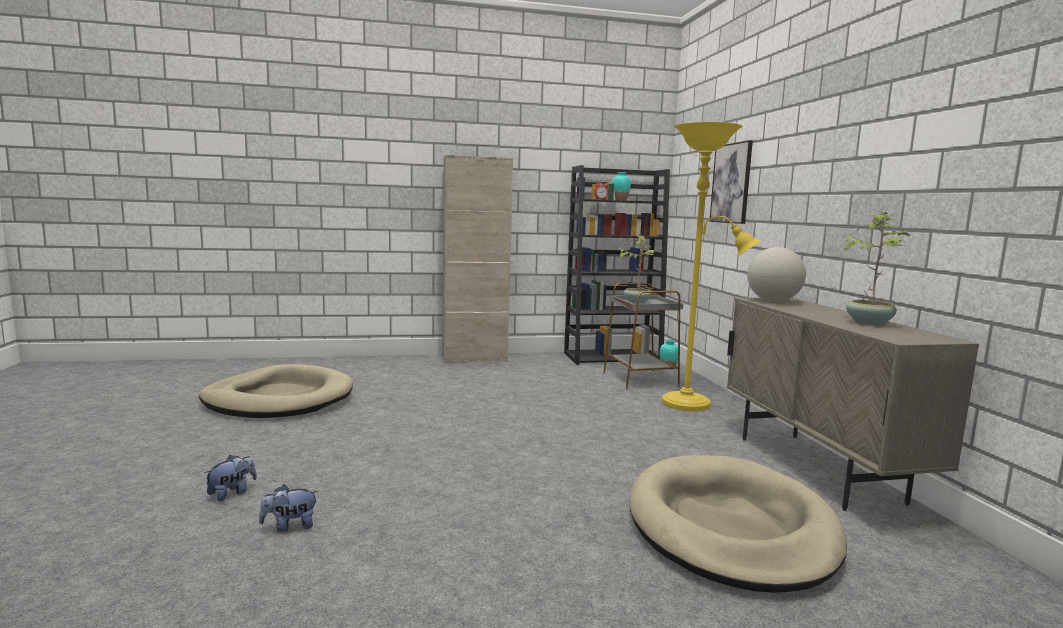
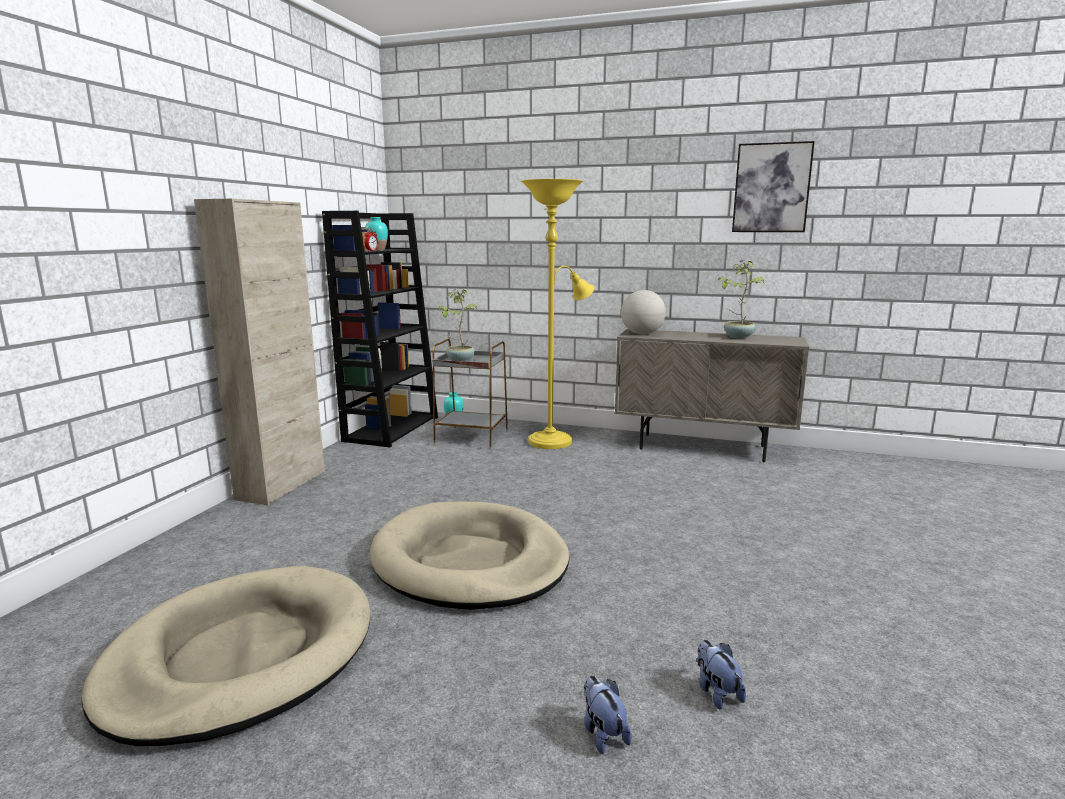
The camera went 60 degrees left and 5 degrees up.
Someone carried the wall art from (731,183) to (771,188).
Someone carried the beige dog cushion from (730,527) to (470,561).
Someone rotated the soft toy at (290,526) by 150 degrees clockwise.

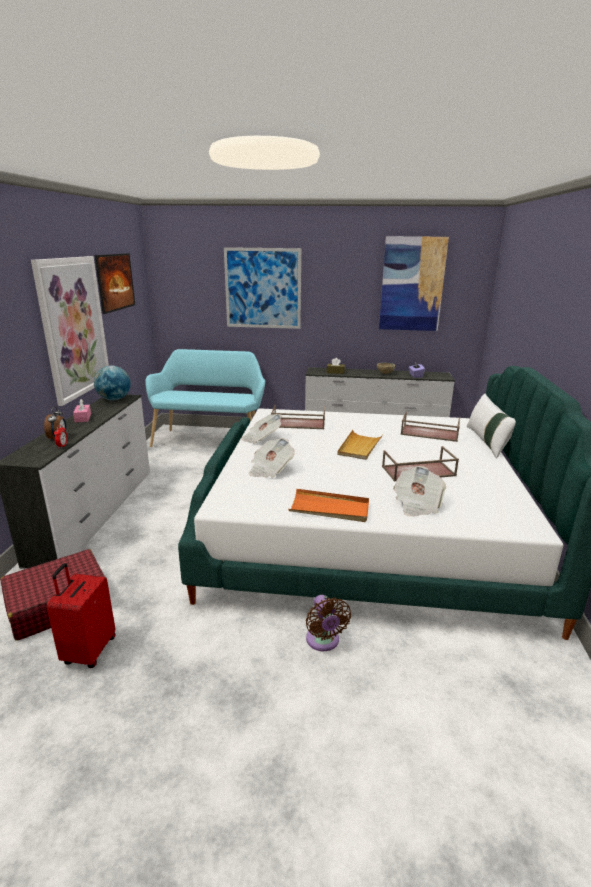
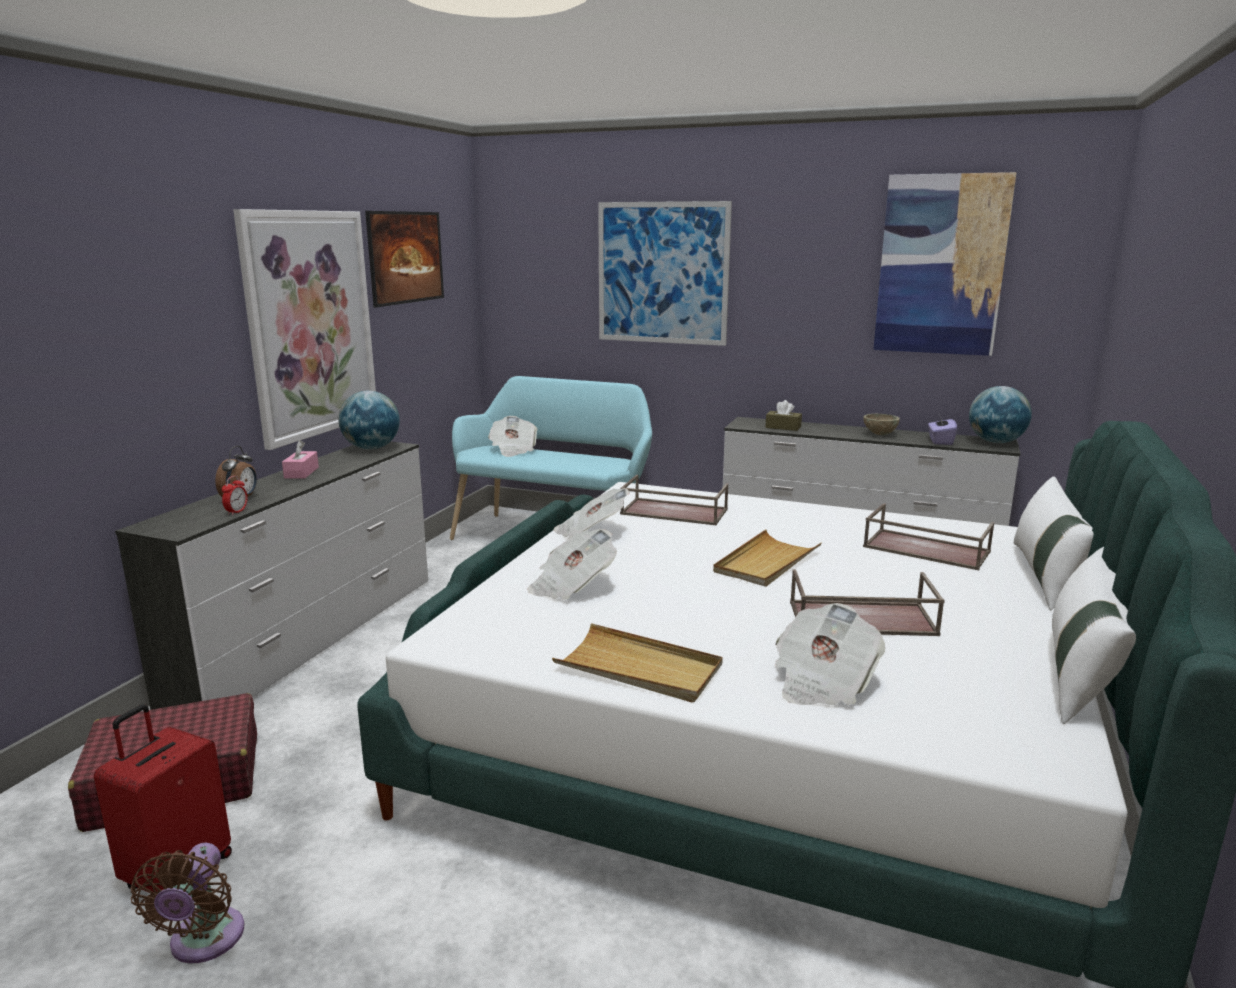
The camera went 15 degrees right and 5 degrees down.
Someone repainted the orangey carrying tray at (329,508), which became the beige carrying tray at (639,668).
Someone carried the brownish fan from (323,641) to (203,942).
Someone put down the world globe at (996,442).
Someone put down the daily paper at (513,450).
Someone put down the white-coloured cushion at (1079,674).

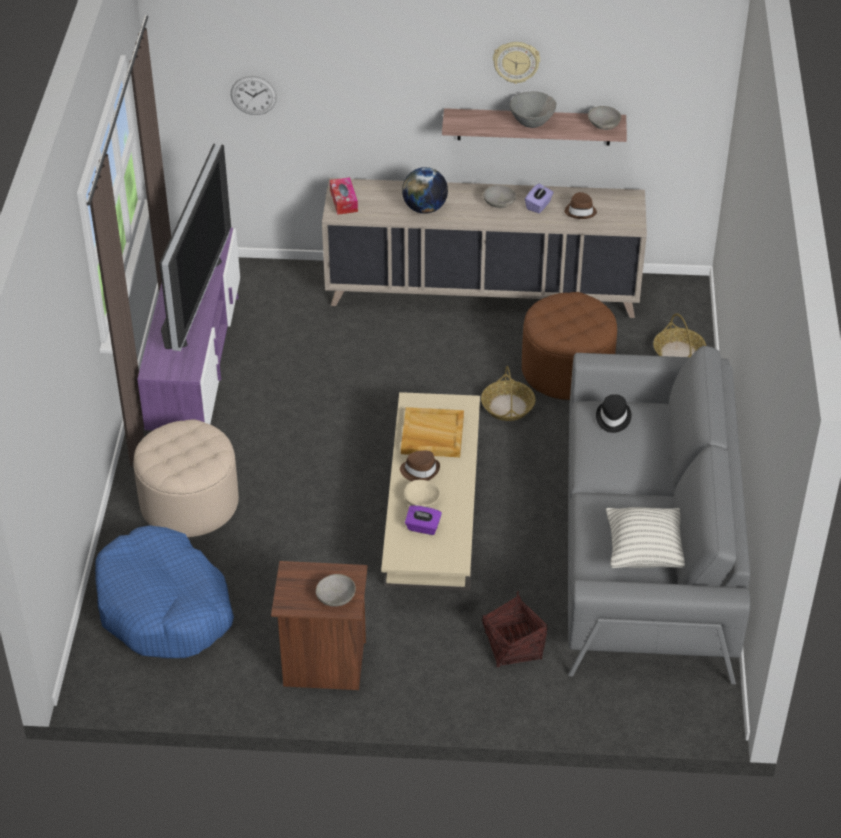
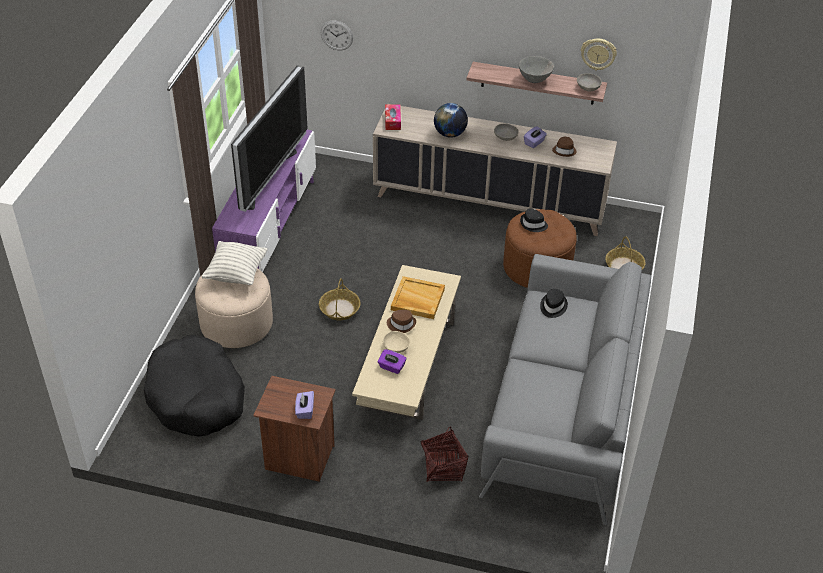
The camera went 10 degrees right and 0 degrees up.
Someone carried the hanging clock from (516,61) to (598,53).
Someone carried the basket from (507,406) to (339,309).
Someone carried the cushion from (644,552) to (236,274).
Someone repainted the bluish dog cushion at (164,608), which became the black dog cushion at (196,397).
Someone swapped the grey bowl at (336,598) for the purplish tissue box at (305,410).
Someone put down the black hat at (533,224).

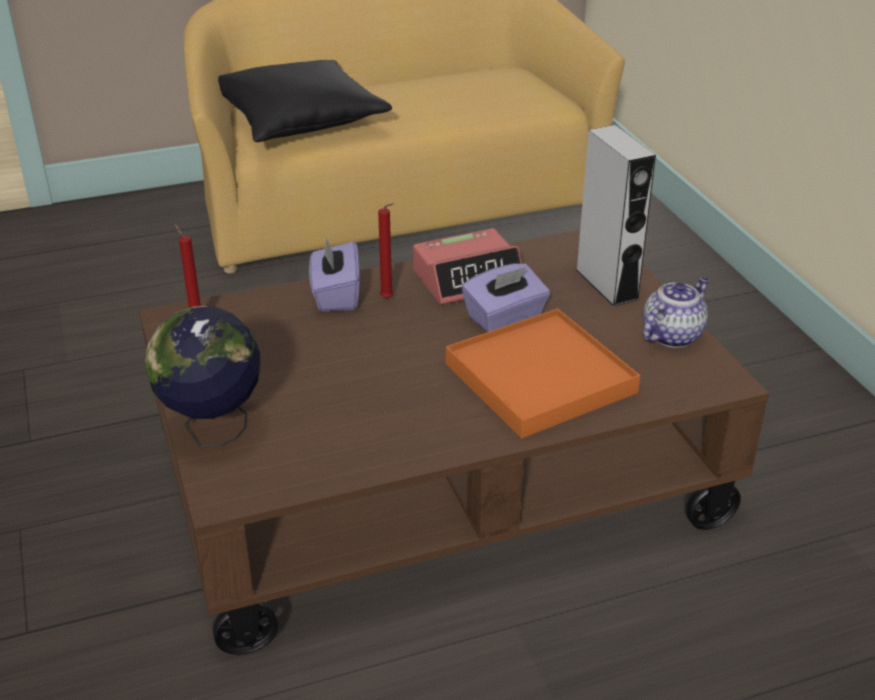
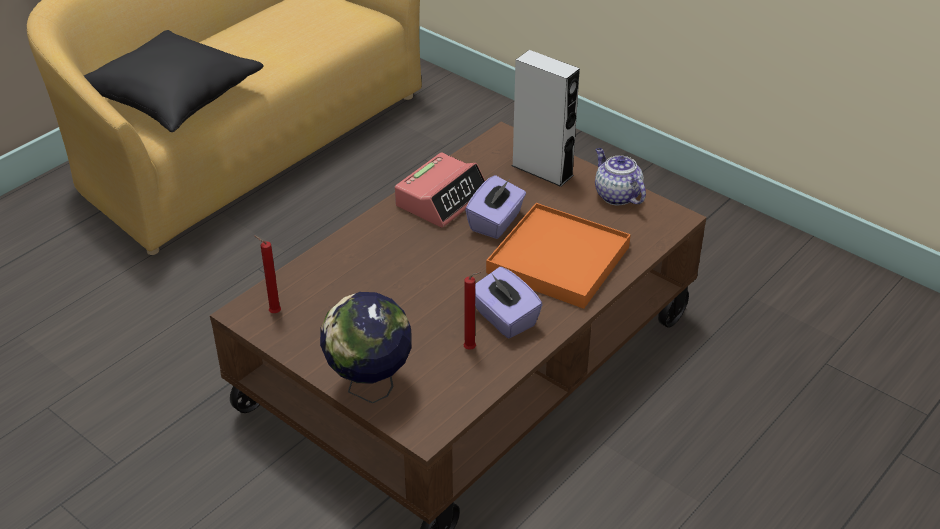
The camera went 30 degrees left and 5 degrees up.
Someone carried the red-coloured wax candle from (388,299) to (471,349).
Someone carried the purplish tissue box from (336,295) to (504,318).
Someone rotated the pot for tea at (672,335) by 45 degrees counterclockwise.

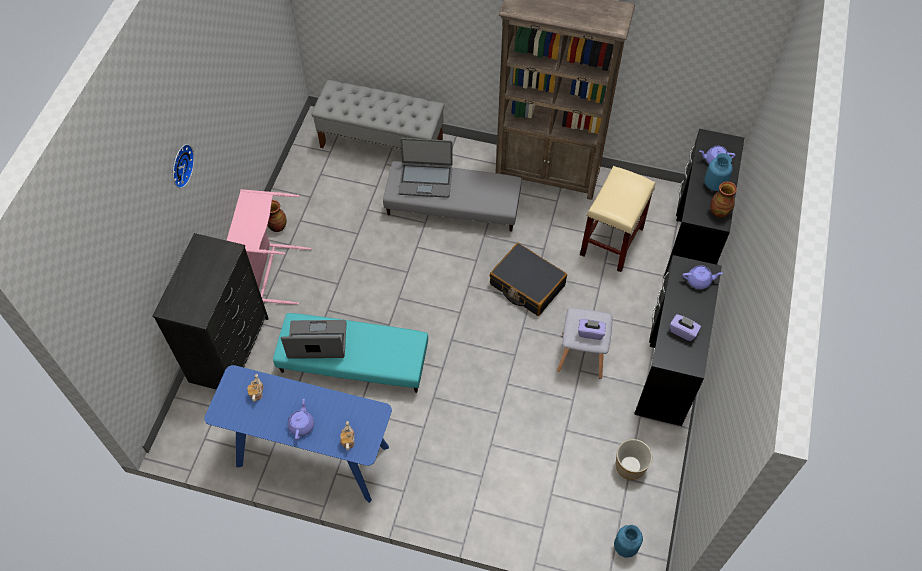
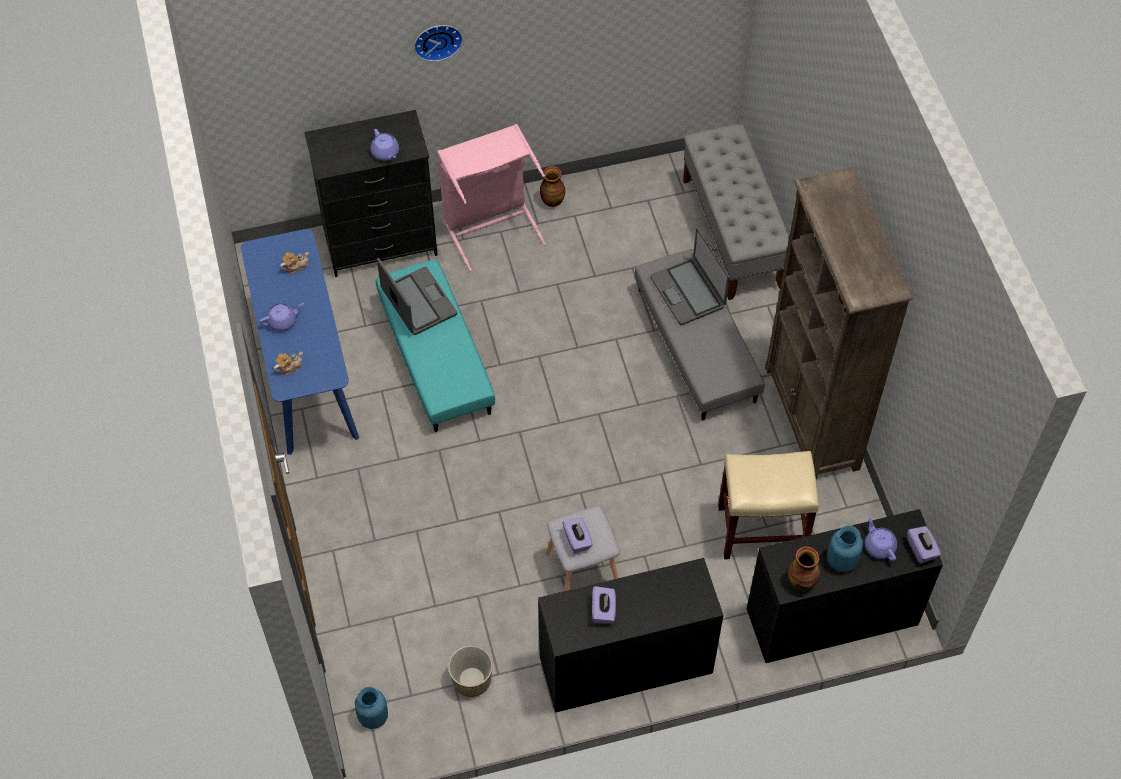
The camera went 60 degrees right and 0 degrees up.
Someone took away the black travel case at (527,285).
Someone carried the purplish pot for tea from (699,281) to (385,153).
Someone put down the purplish tissue box at (921,549).

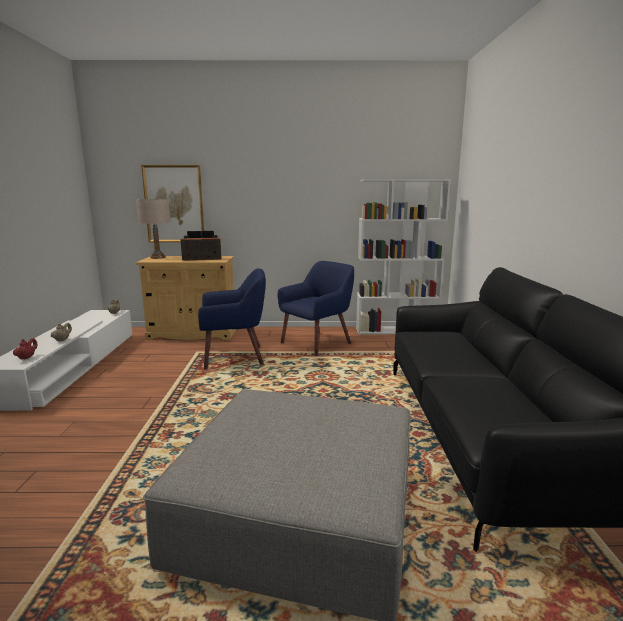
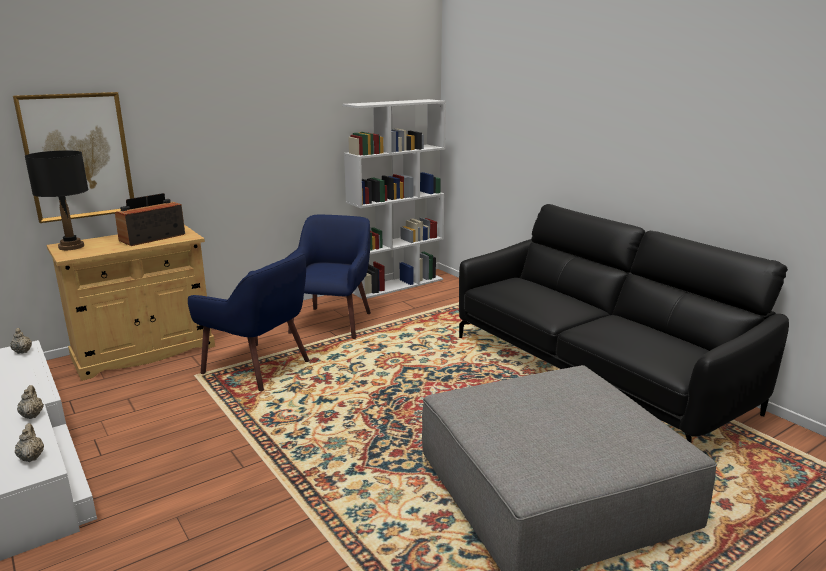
The camera went 35 degrees left and 5 degrees up.
Someone repainted the beige lamp for a table at (158,257), which became the black lamp for a table at (71,247).
Someone rotated the bluish armchair at (235,357) by 75 degrees clockwise.
Someone repainted the red-coloured pot for tea at (26,358), which became the beige pot for tea at (31,457).

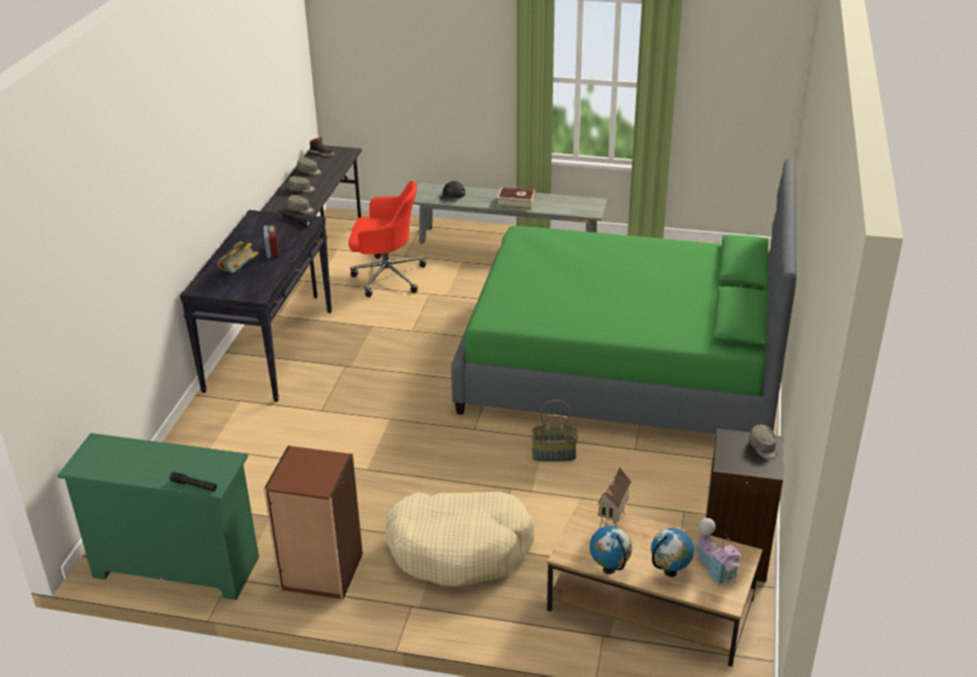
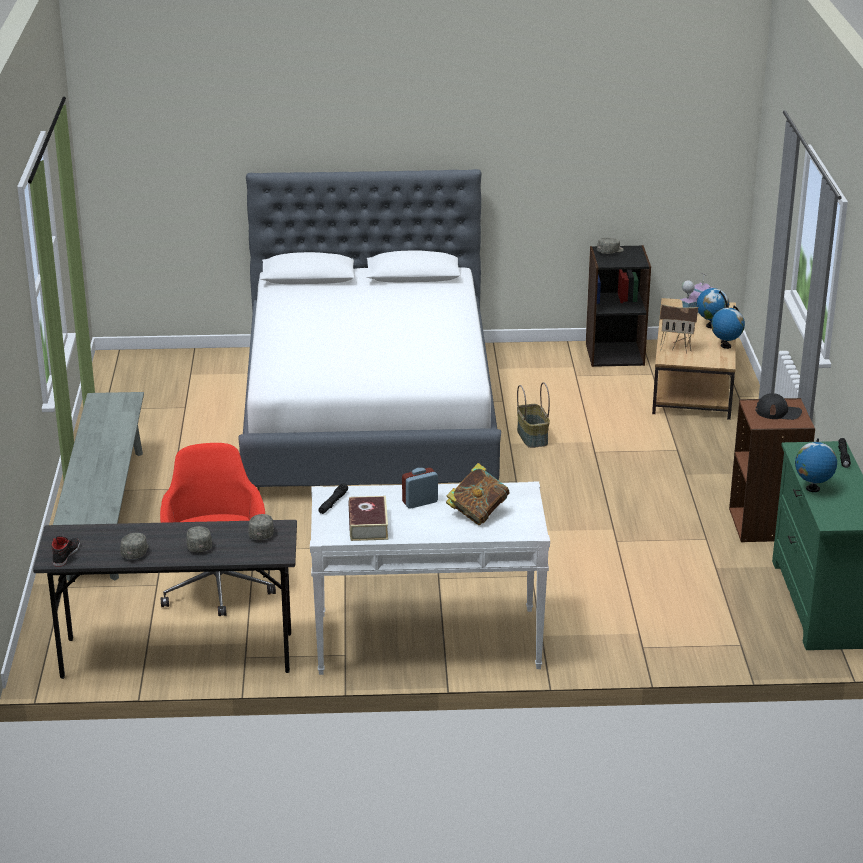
The camera went 105 degrees left and 5 degrees down.
Someone repainted the green-coloured bed at (622,366), which became the white-coloured bed at (369,417).
Someone carried the black peaked cap from (452,196) to (778,412).
Someone carried the volume from (516,203) to (368,525).
Someone repainted the black console table at (269,349), which became the white-coloured console table at (427,641).
Someone took away the beige dog cushion at (460,548).
Someone put down the world globe at (812,489).

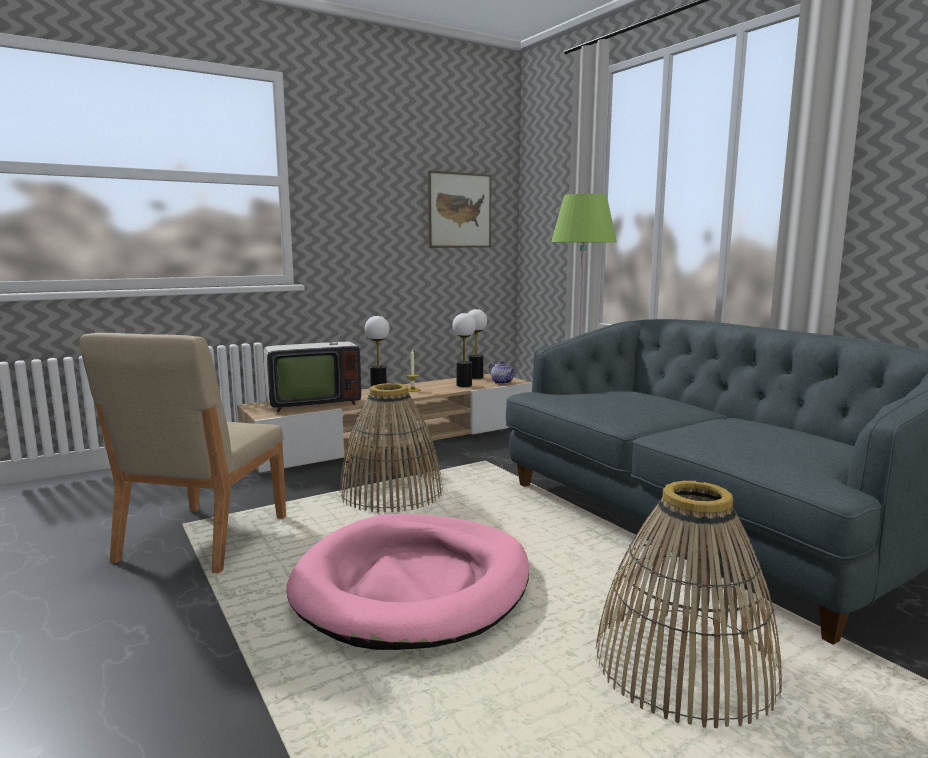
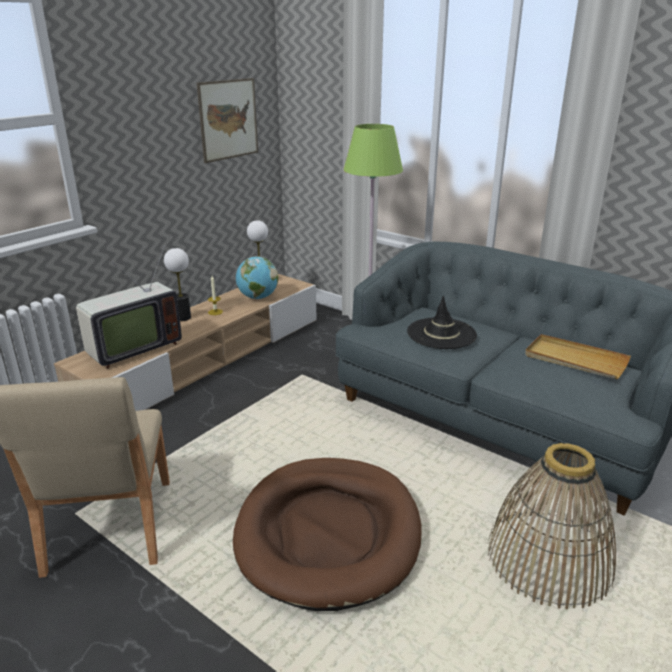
The camera went 20 degrees left and 15 degrees up.
Someone swapped the lamp for a table at (463,385) for the world globe at (257,297).
Someone took away the pot for tea at (502,382).
Someone took away the basket at (391,493).
Someone repainted the pinkish dog cushion at (414,585), which became the brownish dog cushion at (328,533).
Someone put down the black hat at (441,334).
Someone put down the beige carrying tray at (575,360).

